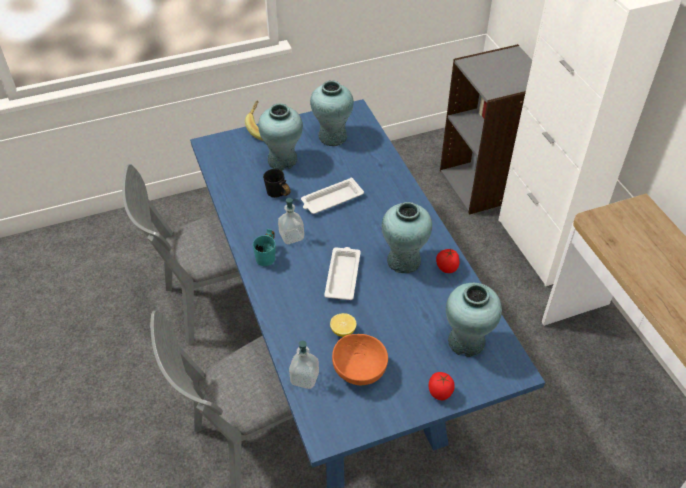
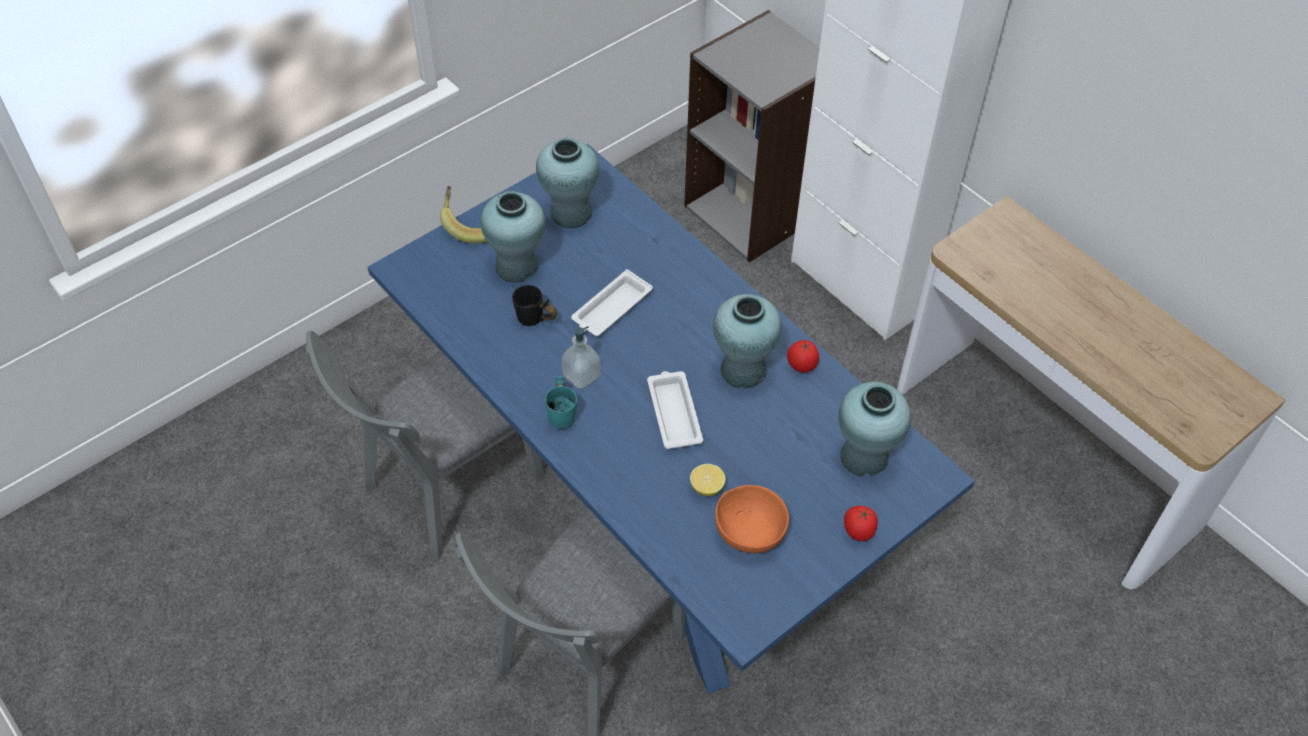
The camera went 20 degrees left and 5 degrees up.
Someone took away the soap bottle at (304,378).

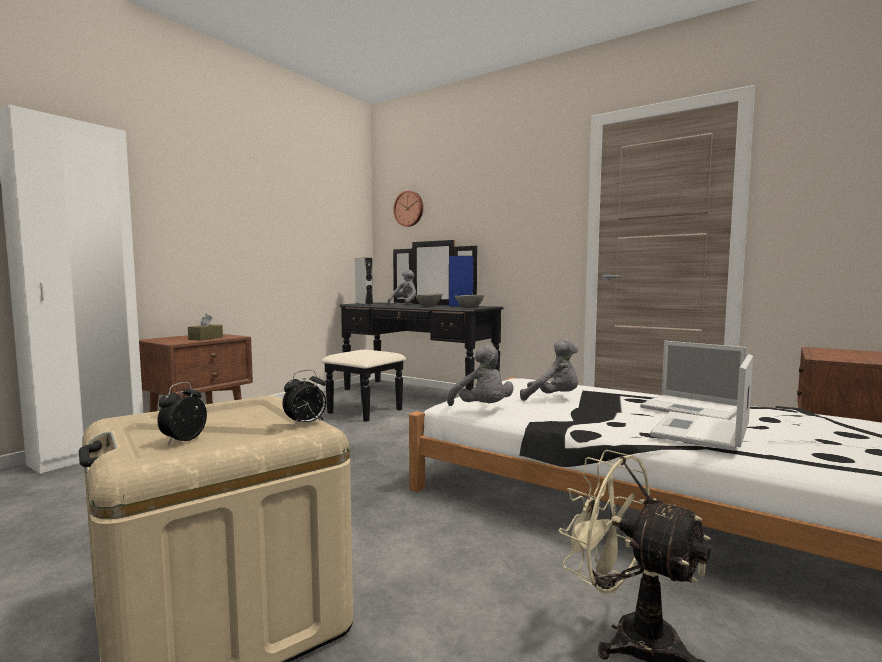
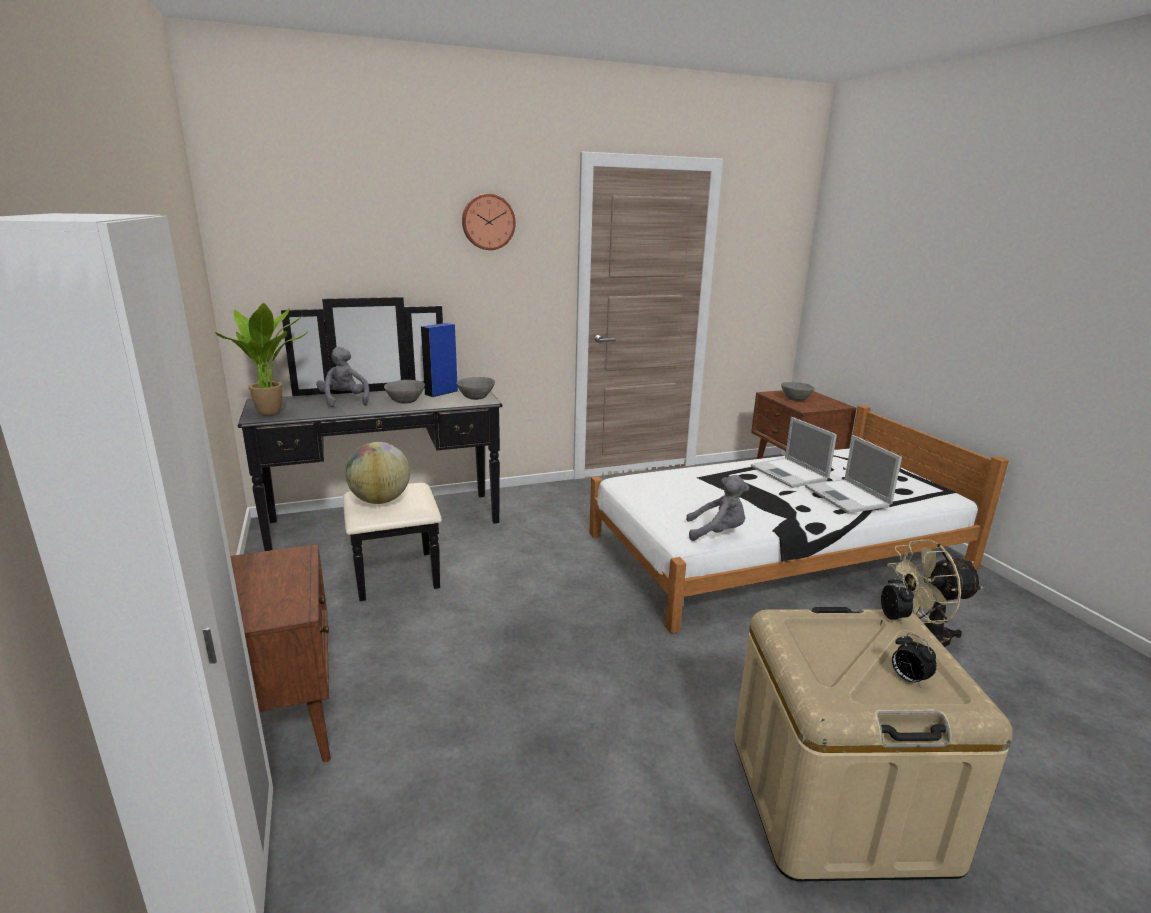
The camera went 55 degrees left and 15 degrees up.
Someone carried the hanging clock from (409,209) to (488,222).
Someone swapped the grey audio speaker at (364,303) for the houseplant at (274,412).
Someone took away the brownish tissue box at (206,338).
Someone took away the grey soft toy at (553,398).
Someone rotated the portable computer at (693,409) by 75 degrees clockwise.
Someone put down the grey bowl at (796,399).
Someone put down the world globe at (380,500).

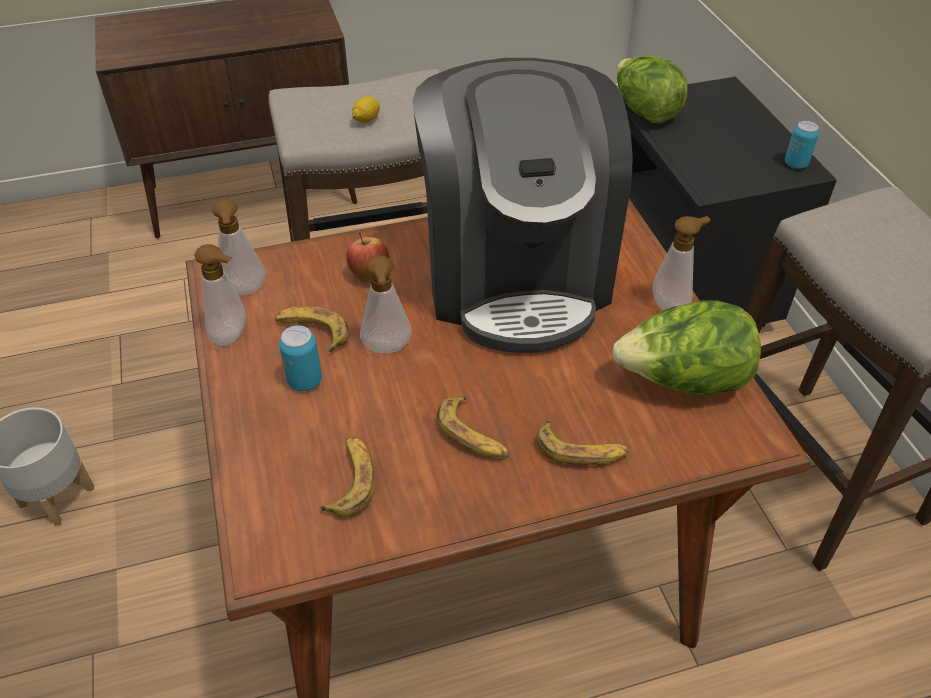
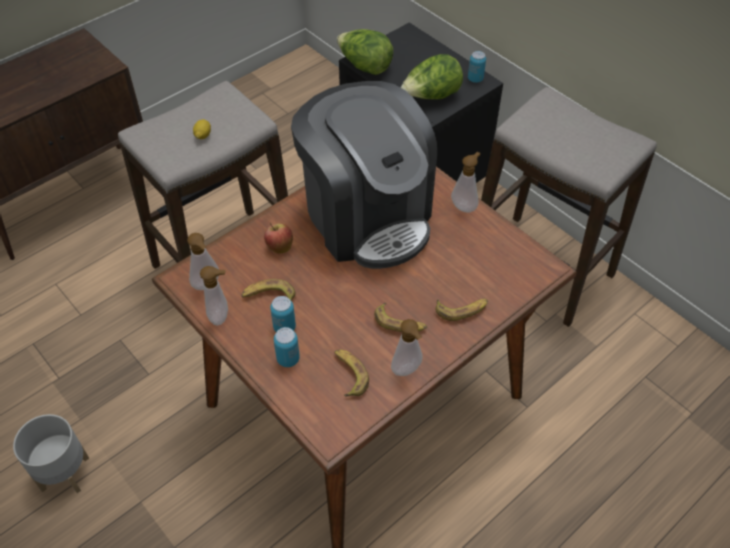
The camera went 25 degrees left and 5 degrees up.
Someone carried the soap bottle from (387,349) to (407,371).
Someone carried the head of lettuce from (682,381) to (431,97).
Someone put down the can at (288,359).

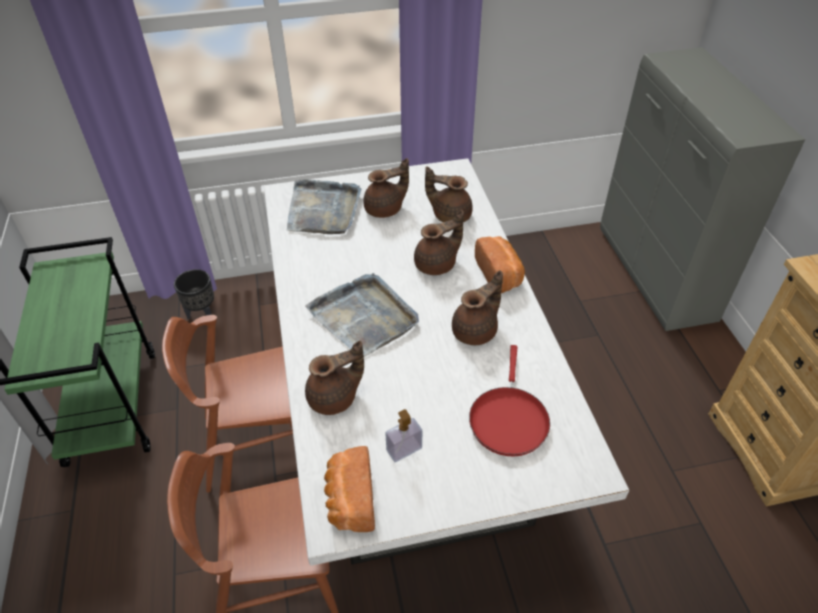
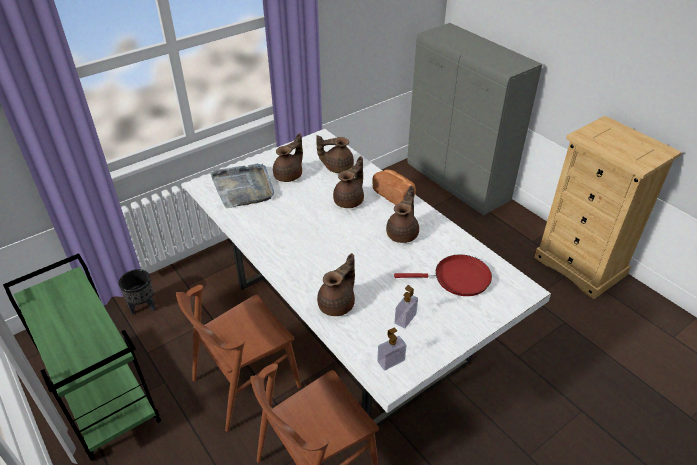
The camera went 25 degrees left and 5 degrees down.
Someone took away the grey carrying tray at (364,317).
Someone rotated the red-coloured frying pan at (508,419) by 75 degrees counterclockwise.
Someone swapped the baked bread at (349,500) for the soap bottle at (391,361).

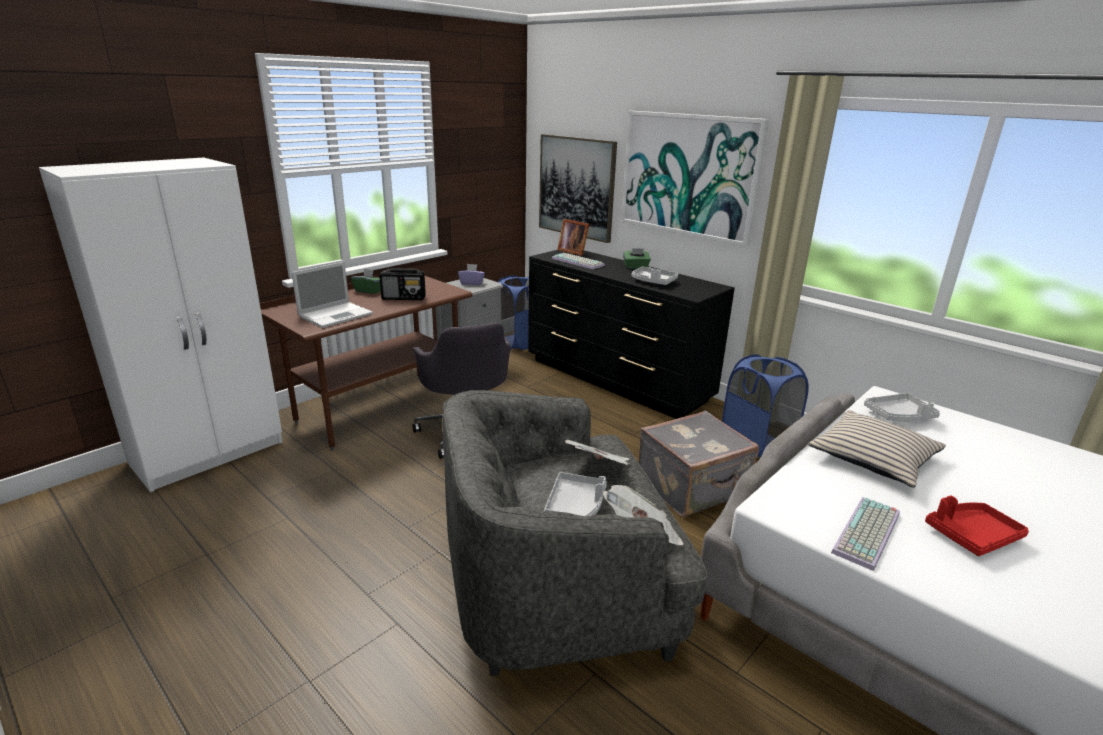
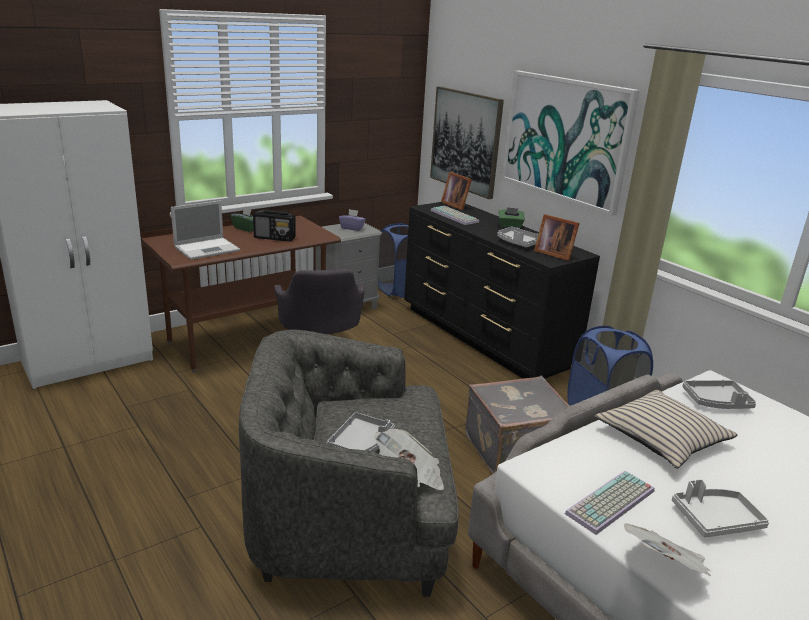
The camera went 10 degrees right and 0 degrees up.
Someone carried the daily paper from (599,468) to (665,567).
Someone repainted the red-coloured carrying tray at (971,535), which became the white-coloured carrying tray at (715,519).
Someone put down the standing frame at (553,253).

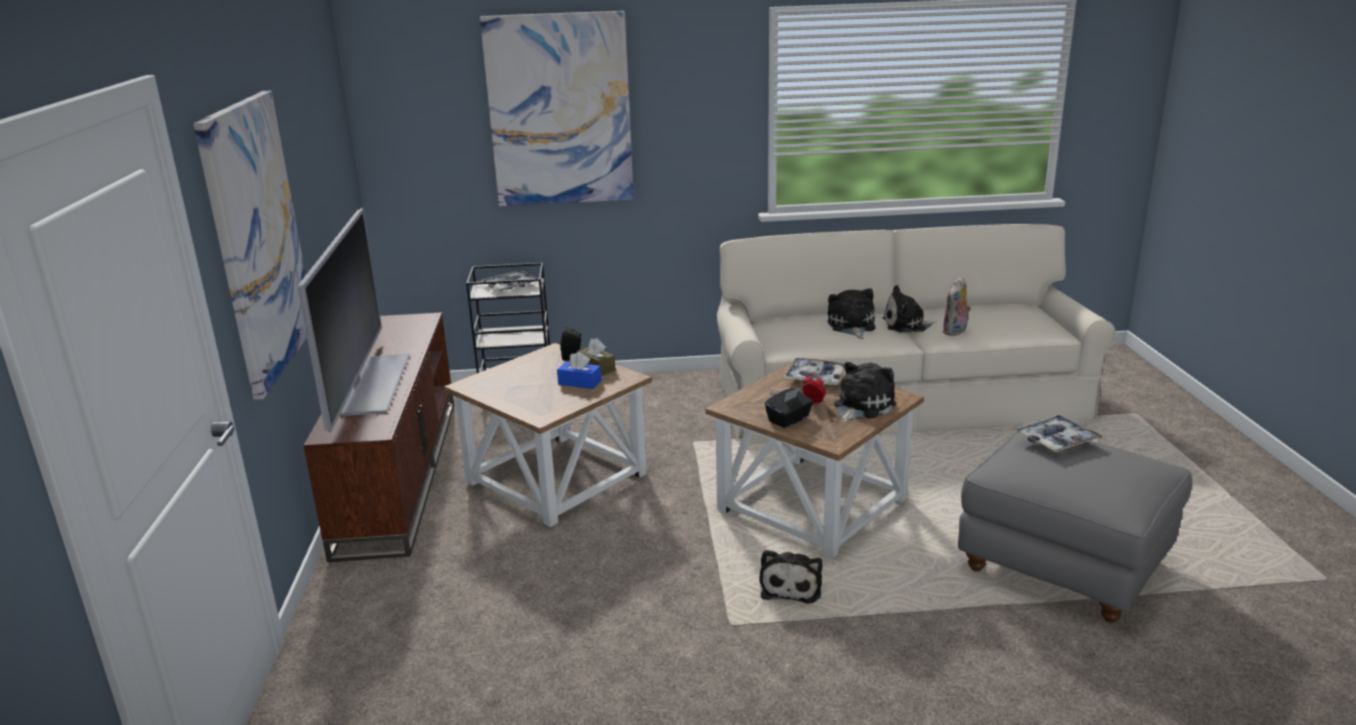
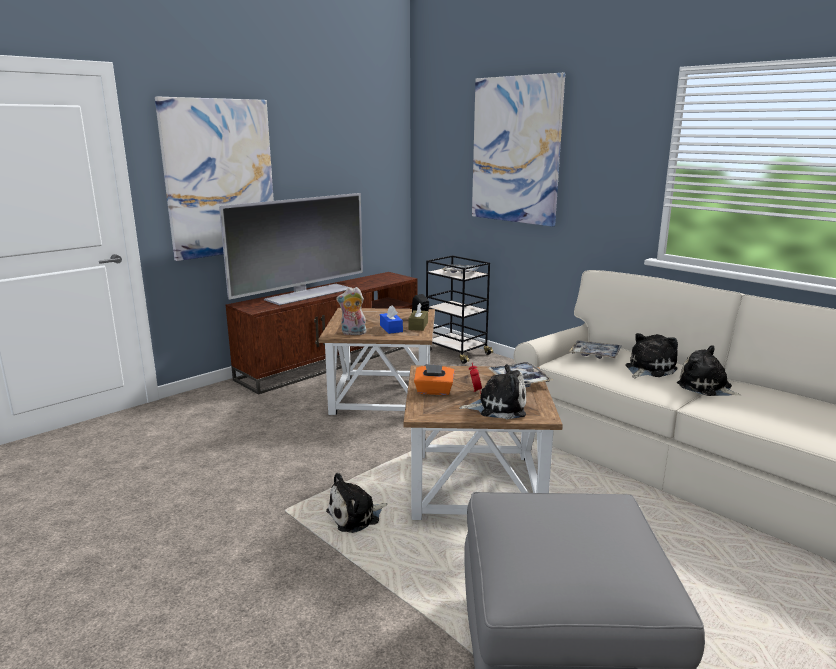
The camera went 50 degrees right and 5 degrees down.
Someone carried the soft toy from (955,332) to (353,333).
Someone repainted the black tissue box at (789,420), which became the orangey tissue box at (434,391).
Someone carried the carrying tray from (1056,440) to (595,355).

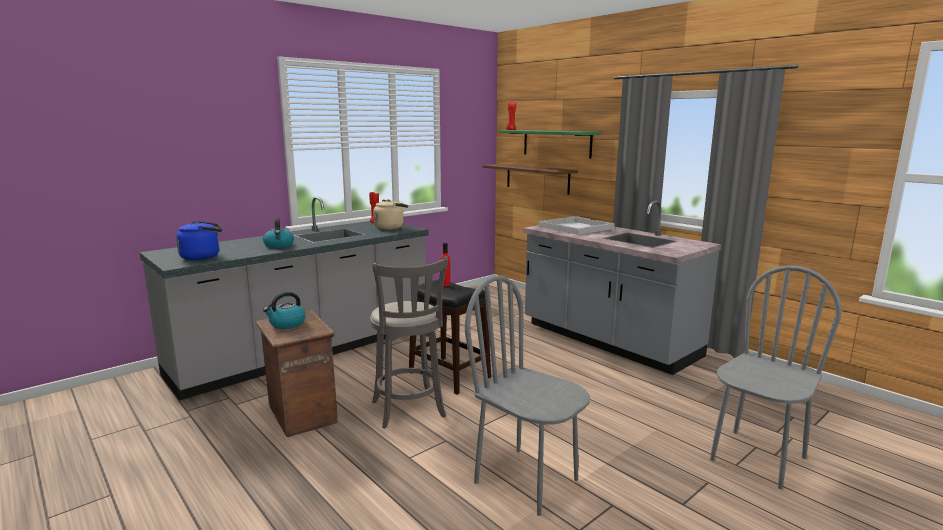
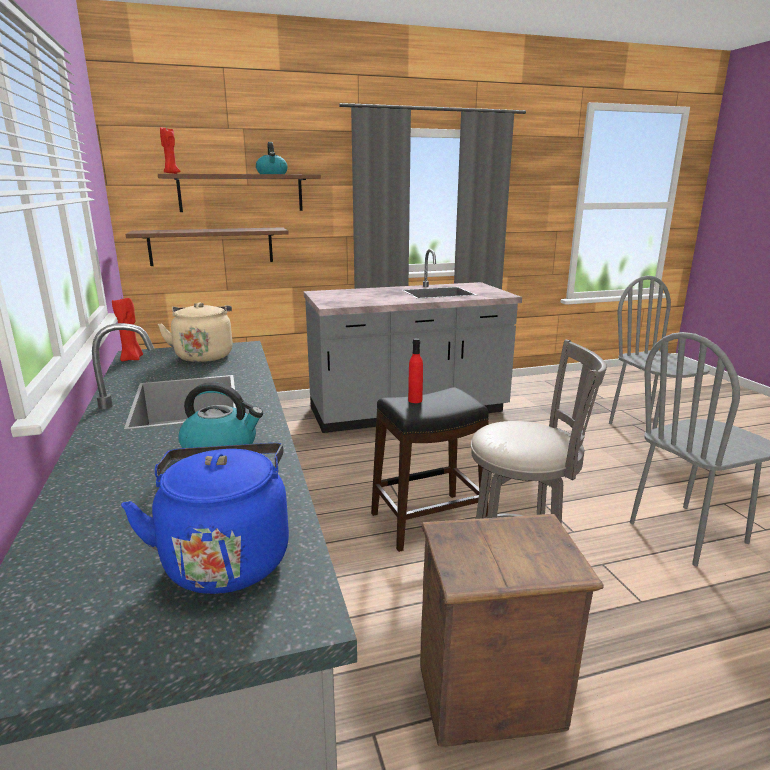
The camera went 65 degrees left and 5 degrees up.
Someone repainted the green-coloured shelf at (556,143), which became the brownish shelf at (241,193).
Someone took away the white-coloured carrying tray at (575,227).
Someone carried the water kettle from (287,324) to (272,174).

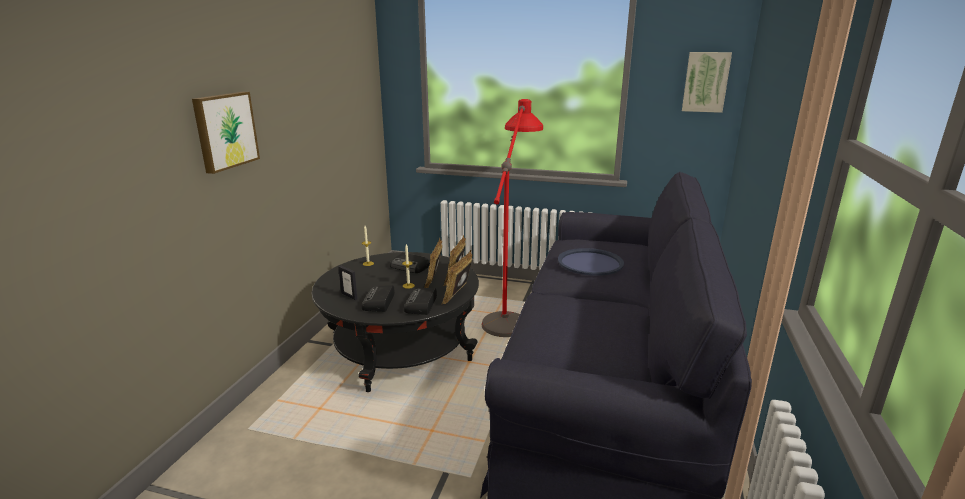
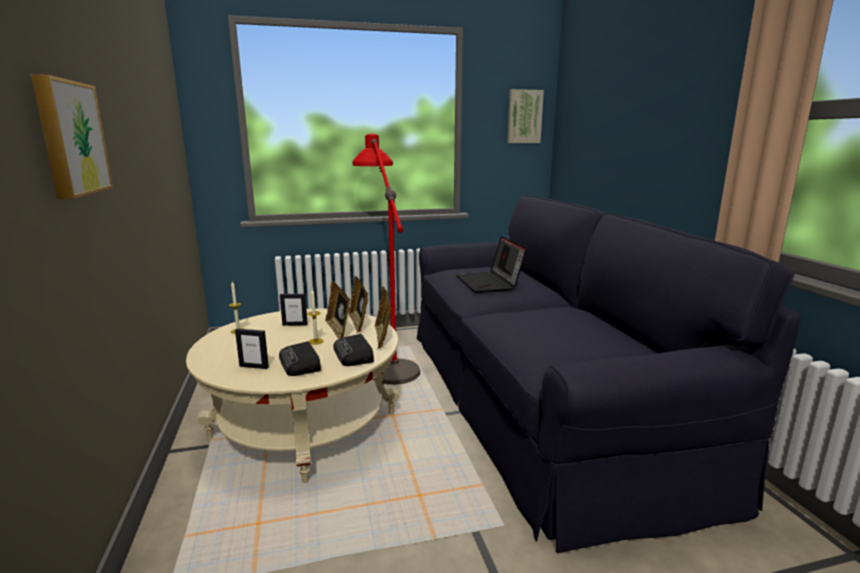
The camera went 30 degrees left and 5 degrees down.
Someone swapped the bluish carrying tray at (590,263) for the portable computer at (489,283).
Someone repainted the black coffee table at (401,349), which became the beige coffee table at (304,425).
Someone swapped the radio set at (410,267) for the standing frame at (295,324).

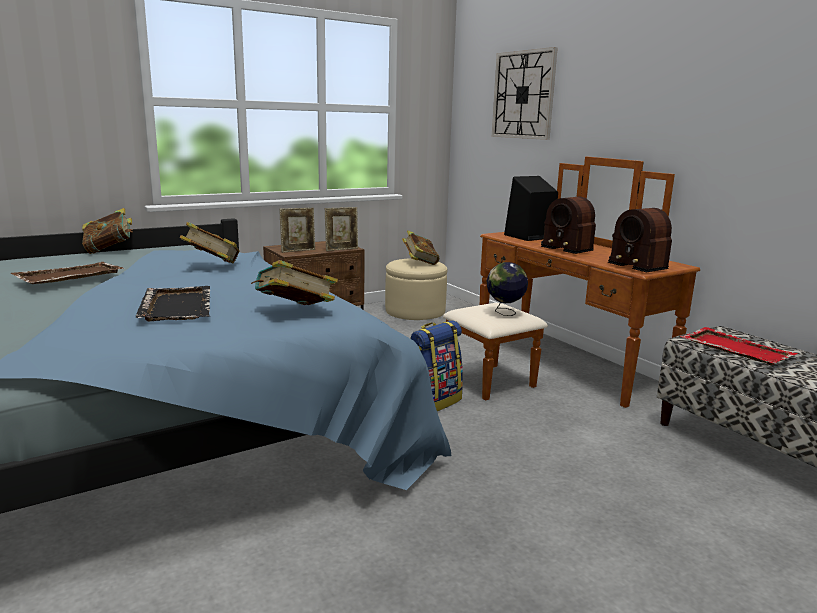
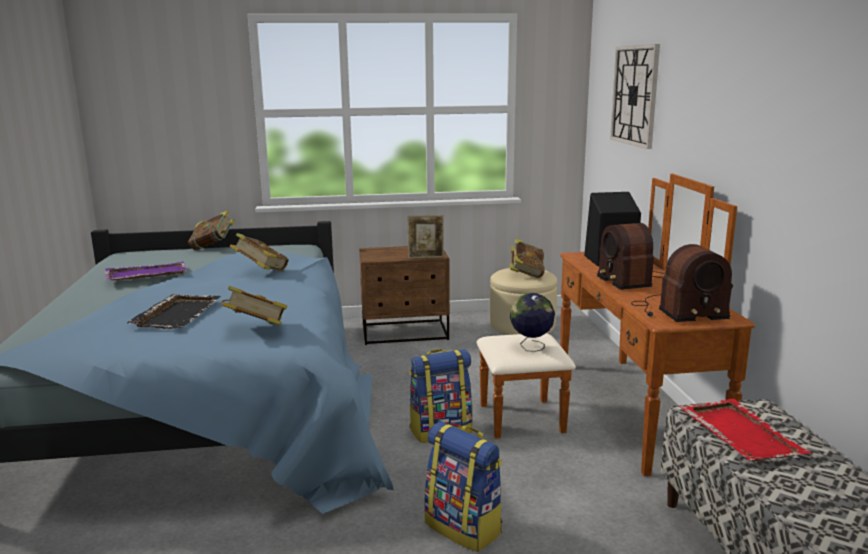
The camera went 25 degrees right and 0 degrees up.
Someone took away the standing frame at (298,250).
Someone rotated the radio set at (638,264) by 90 degrees counterclockwise.
Someone repainted the brownish carrying tray at (68,276), which became the purplish carrying tray at (145,274).
Someone put down the knapsack at (464,527).

